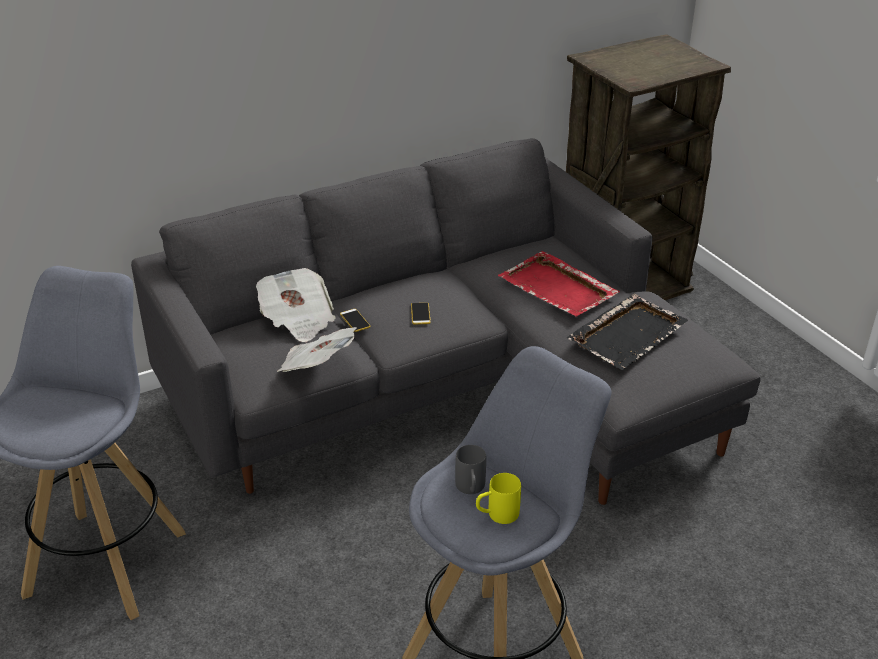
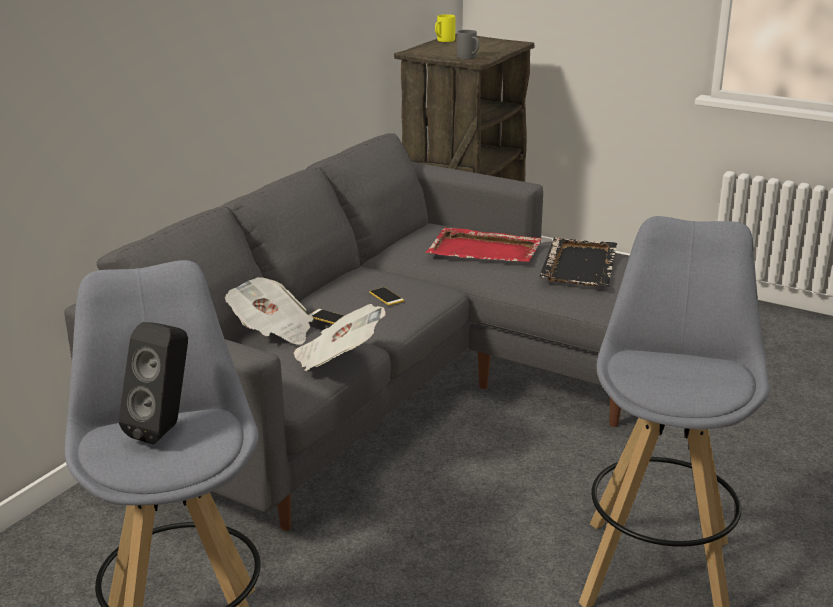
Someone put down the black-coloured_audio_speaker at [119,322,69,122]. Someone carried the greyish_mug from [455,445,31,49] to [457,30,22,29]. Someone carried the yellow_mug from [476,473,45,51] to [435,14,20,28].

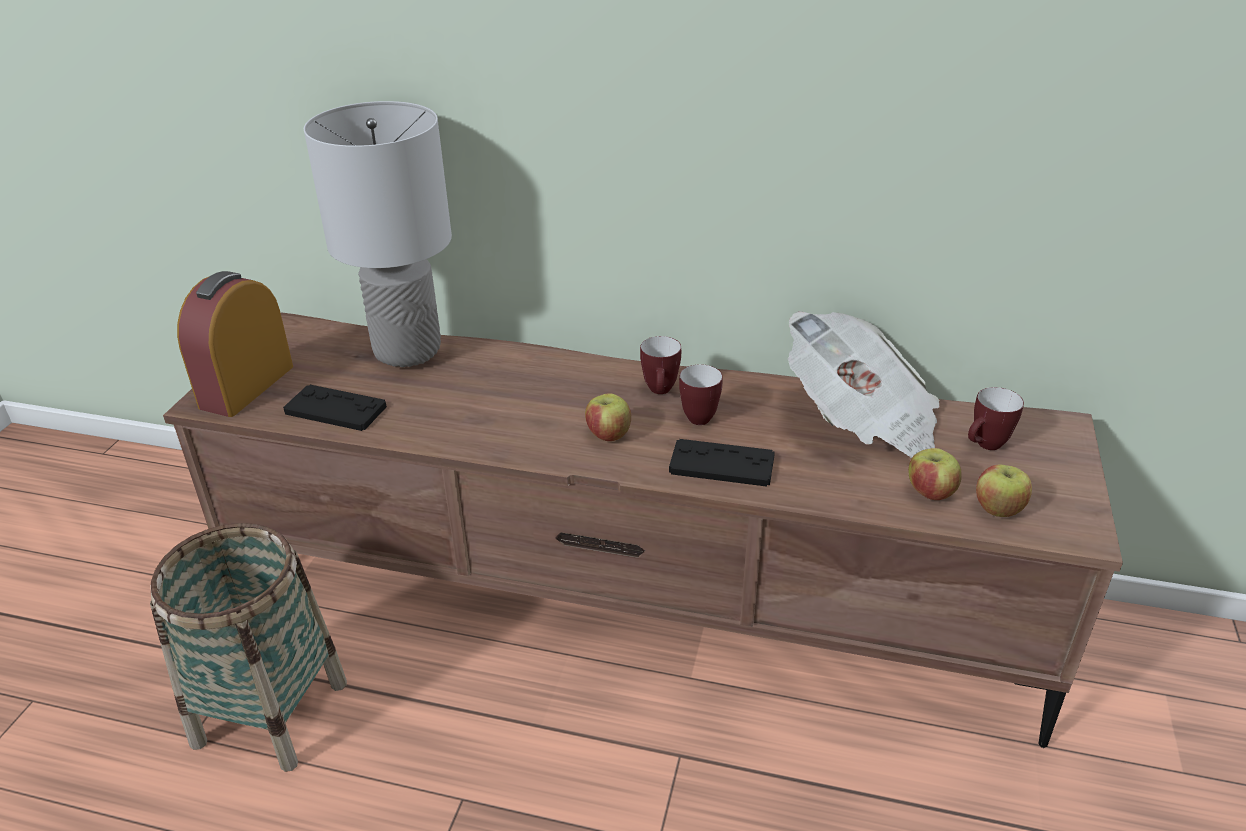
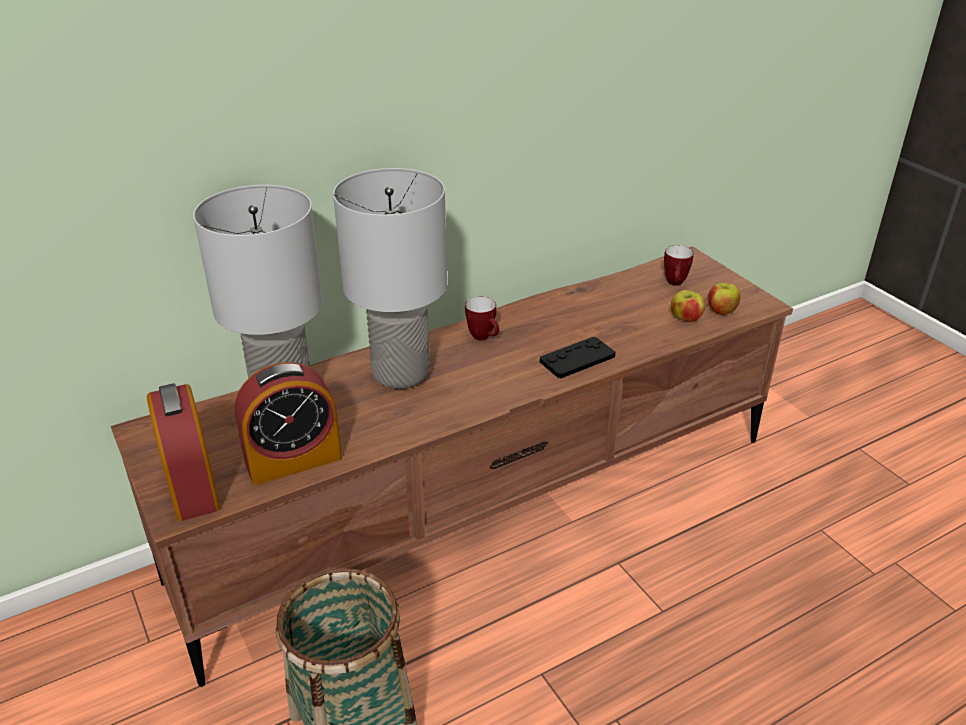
Someone took away the whole_apple at [585,393,46,48]. Someone took away the mug at [679,364,44,61]. Someone took away the printed_paper at [788,311,152,147]. Someone put down the greyish_lamp_for_a_table at [333,168,114,221]. Someone swapped the black-coloured_gamepad at [283,385,104,46] for the table_clock at [235,362,107,123].

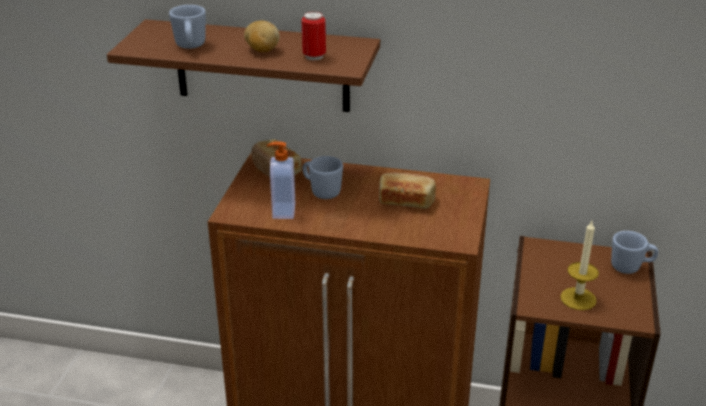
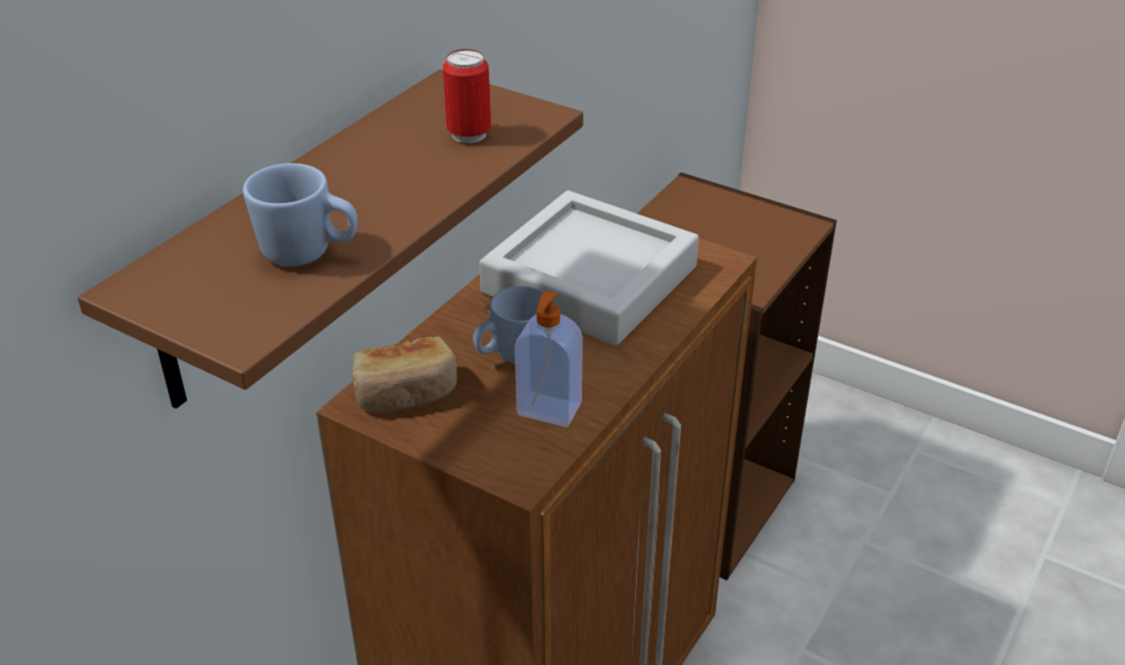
Someone took away the whole_potato at [244,21,35,31]. Someone took away the candle at [560,221,39,89]. Someone took away the bluish_mug at [611,231,47,43]. Someone swapped the bakery_bread at [379,173,57,36] for the greyish_tray at [479,191,220,155].

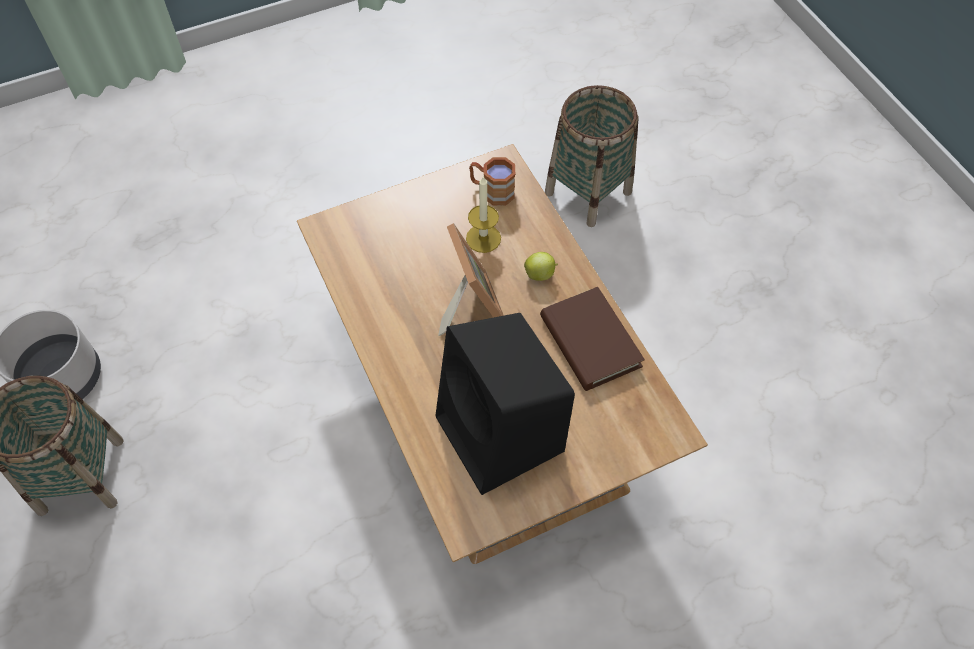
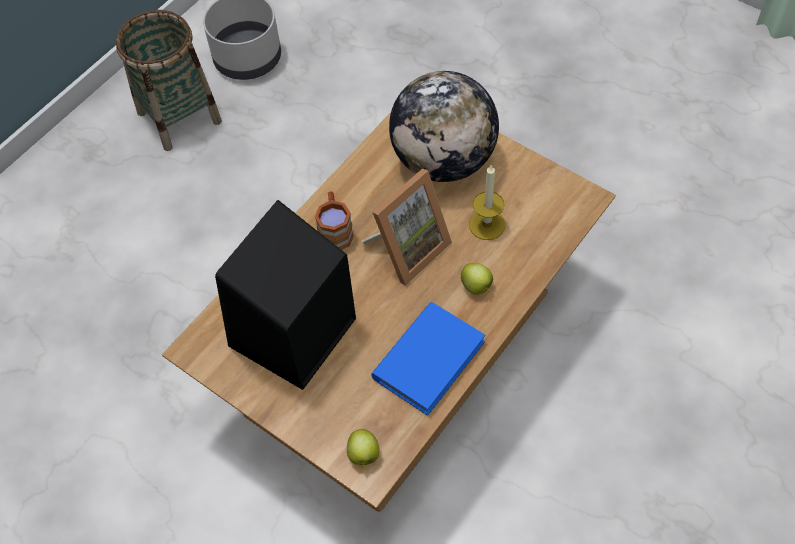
Someone took away the basket at [545,85,94,142]. Someone put down the whole_apple at [347,429,33,39]. Someone put down the desk_globe at [389,71,110,111]. Someone carried the brown-coloured_mug from [469,157,46,49] to [315,191,39,59]. Someone repainted the brown-coloured_volume at [540,287,105,104], which became the bluish_volume at [371,302,114,114].

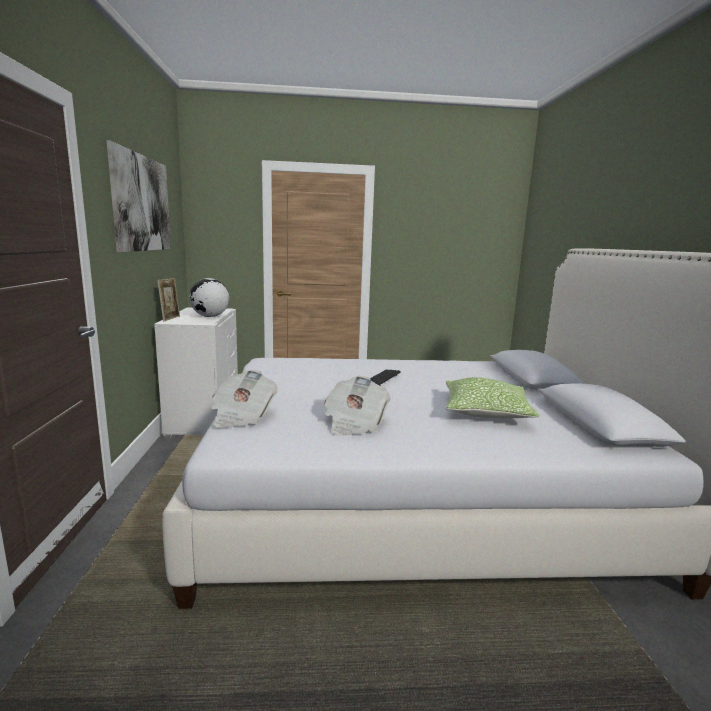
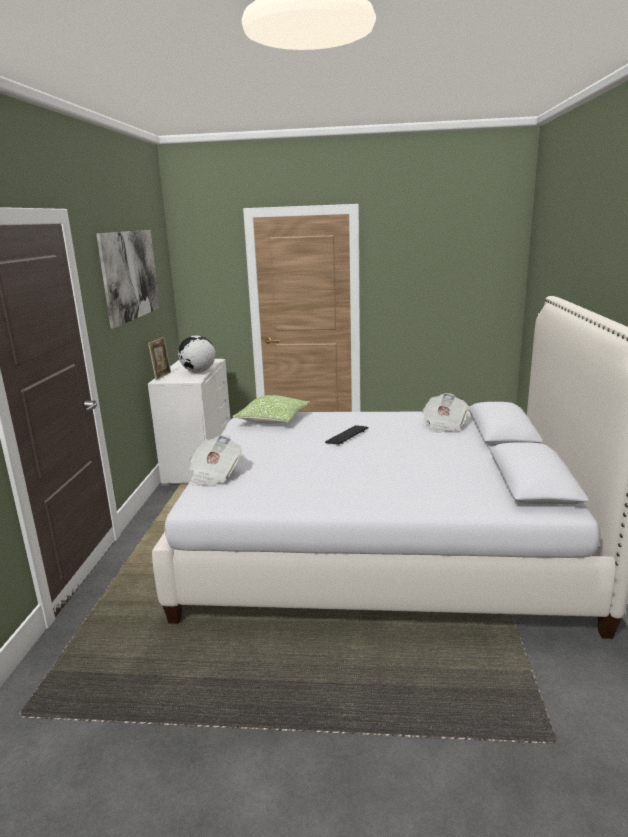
Someone carried the printed_paper from [324,376,67,60] to [422,393,47,40]. Someone carried the throw_pillow from [446,377,94,41] to [233,395,77,28].

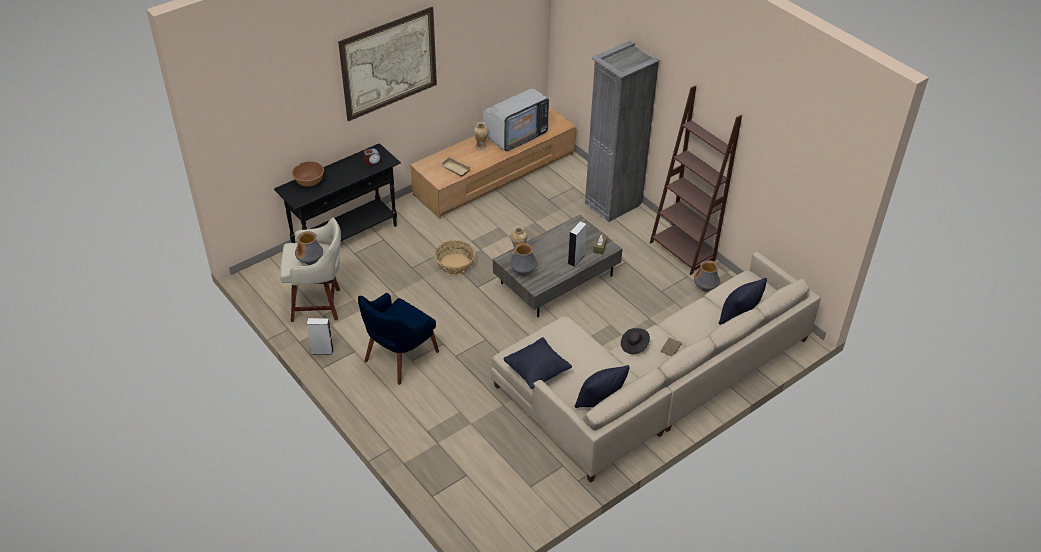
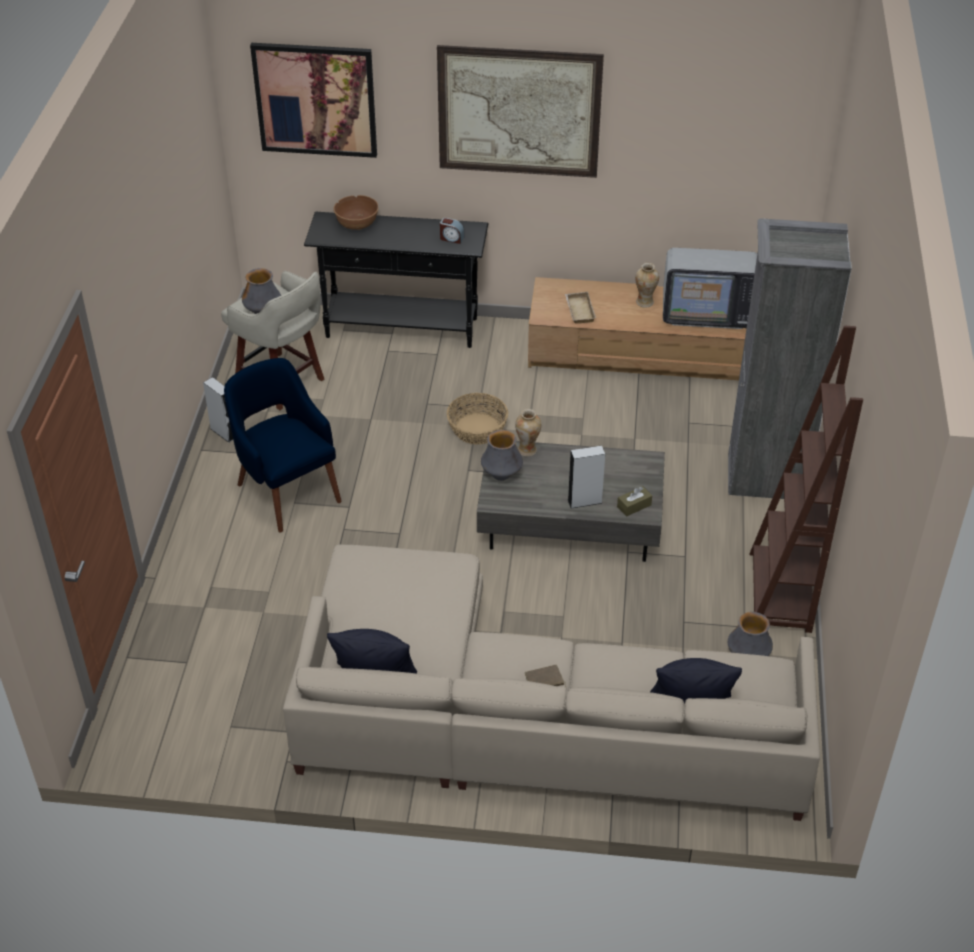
Someone took away the black-coloured_throw_pillow at [503,337,69,52]. Someone took away the black-coloured_hat at [621,328,29,26]. Someone put up the picture at [250,43,127,115]. Someone rotated the bluish_lounge_chair at [358,293,81,92] by 60 degrees clockwise.

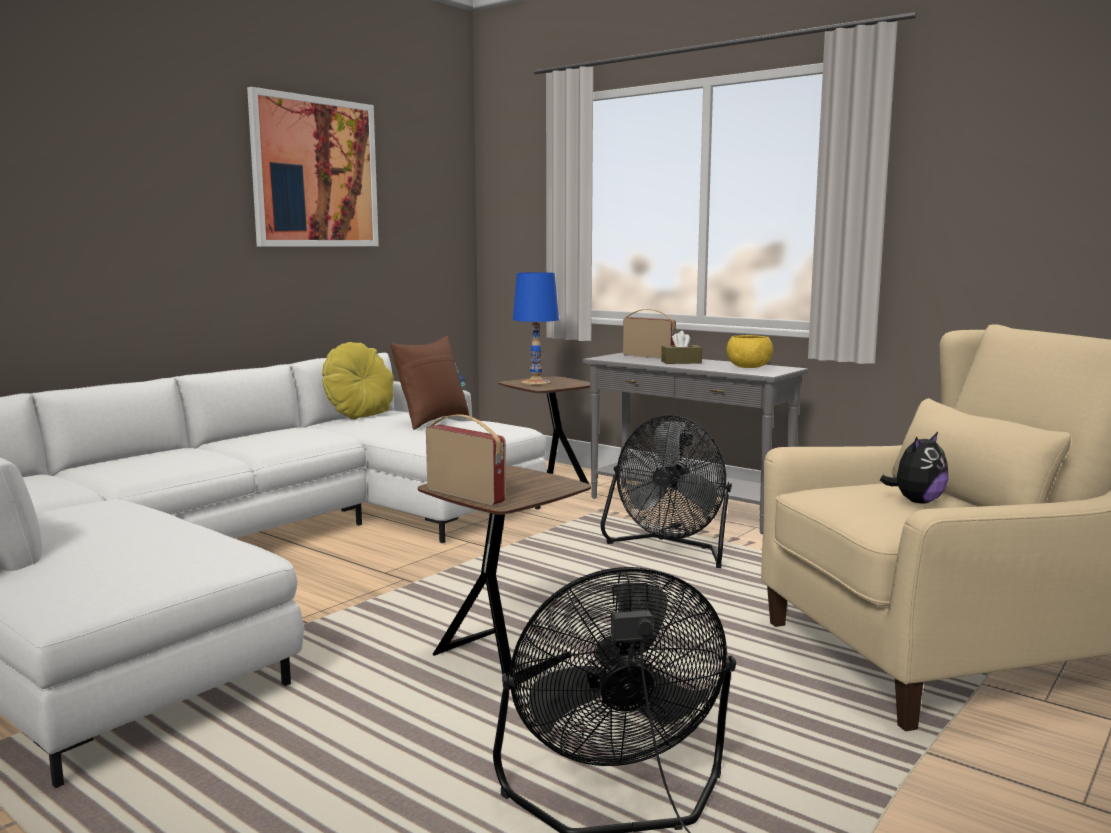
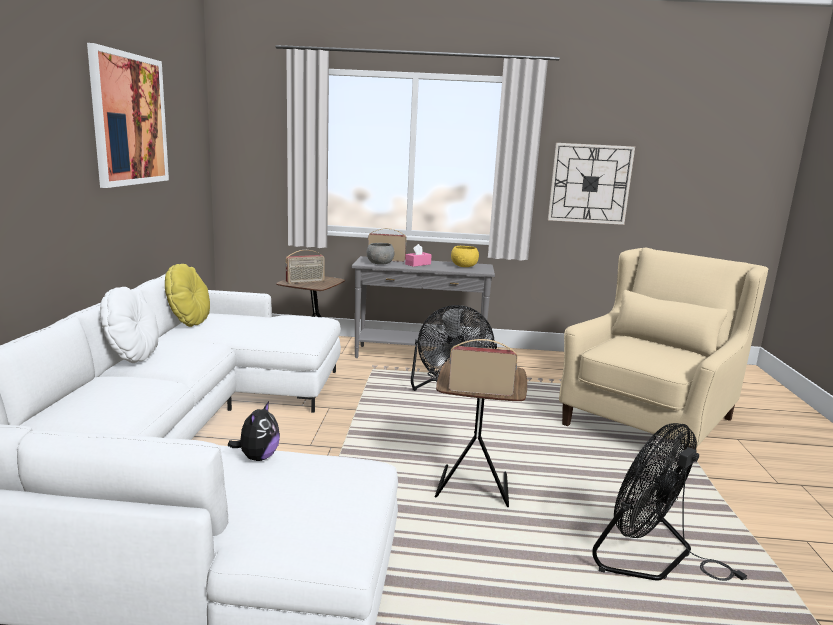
Someone took away the brown-coloured_throw_pillow at [390,336,79,94]. Someone put down the white_throw_pillow at [100,287,59,76]. Someone put down the greyish_bowl at [367,243,27,22]. Someone put up the clock_on_the_wall at [548,143,87,82]. Someone carried the soft_toy from [880,432,69,72] to [228,401,52,60]. Someone swapped the bluish_lamp_for_a_table at [513,272,46,113] for the radio at [285,250,40,34]. Someone repainted the brown-coloured_box_of_tissues at [661,331,41,33], which became the pink_box_of_tissues at [405,244,27,23].

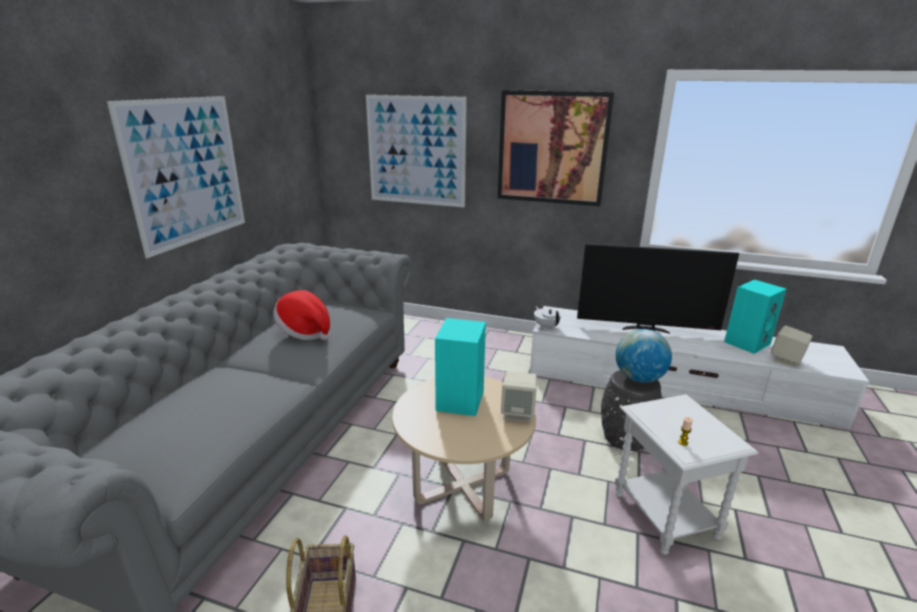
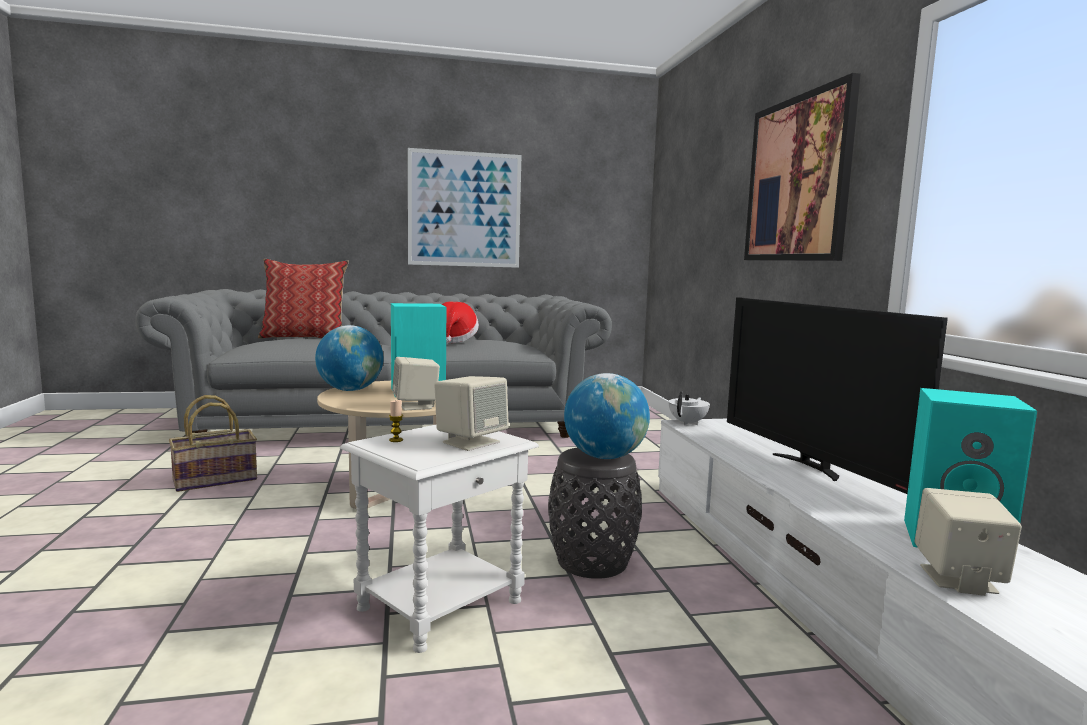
Someone took away the picture at [366,95,101,112]. Someone put down the throw_pillow at [258,259,91,80]. Someone put down the desk_globe at [315,325,69,66]. Someone put down the sand-coloured_audio_speaker at [434,376,75,75].

